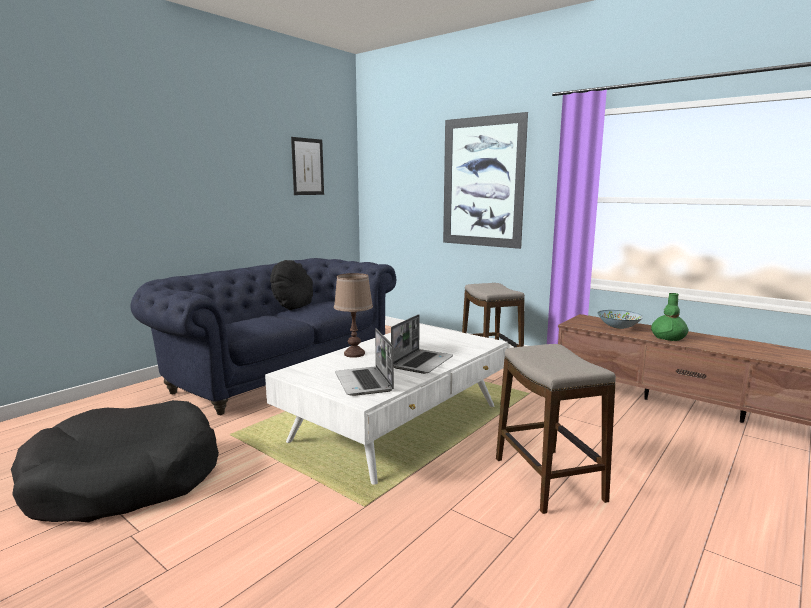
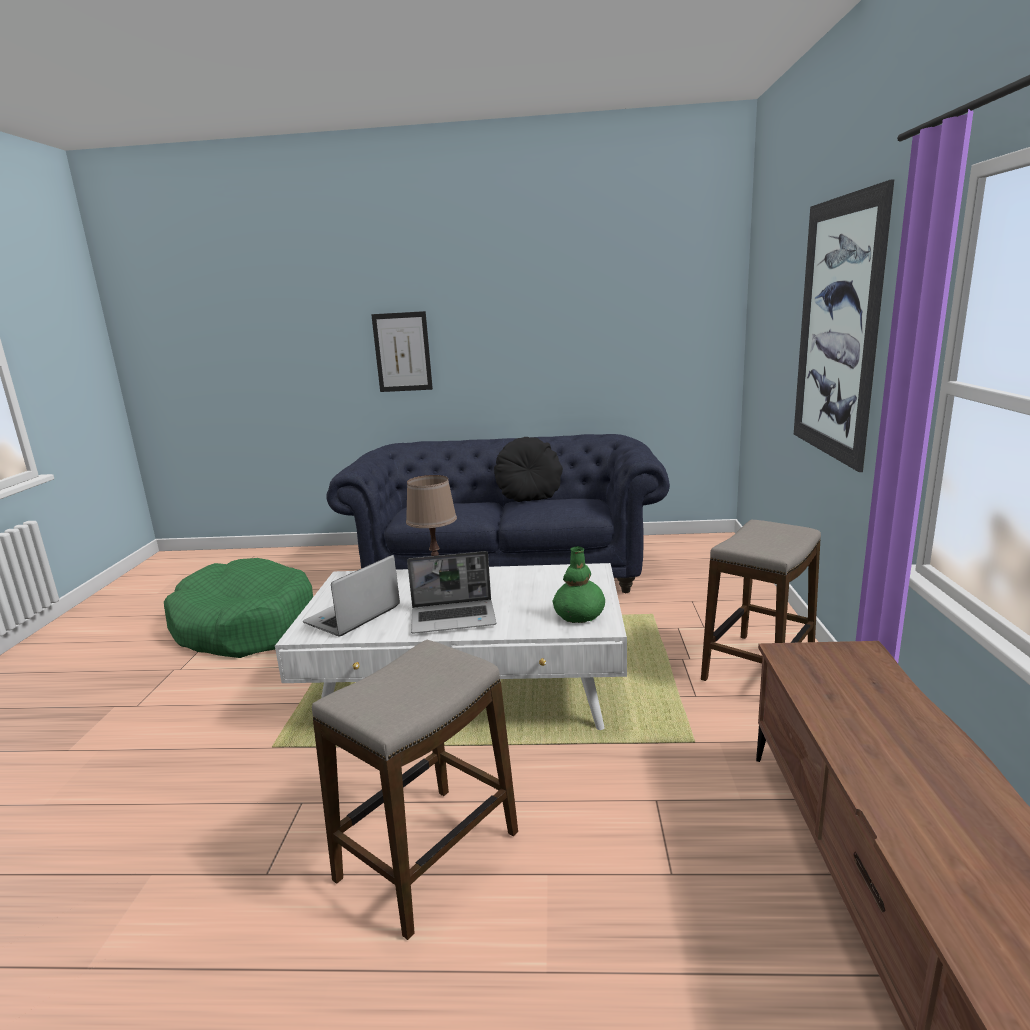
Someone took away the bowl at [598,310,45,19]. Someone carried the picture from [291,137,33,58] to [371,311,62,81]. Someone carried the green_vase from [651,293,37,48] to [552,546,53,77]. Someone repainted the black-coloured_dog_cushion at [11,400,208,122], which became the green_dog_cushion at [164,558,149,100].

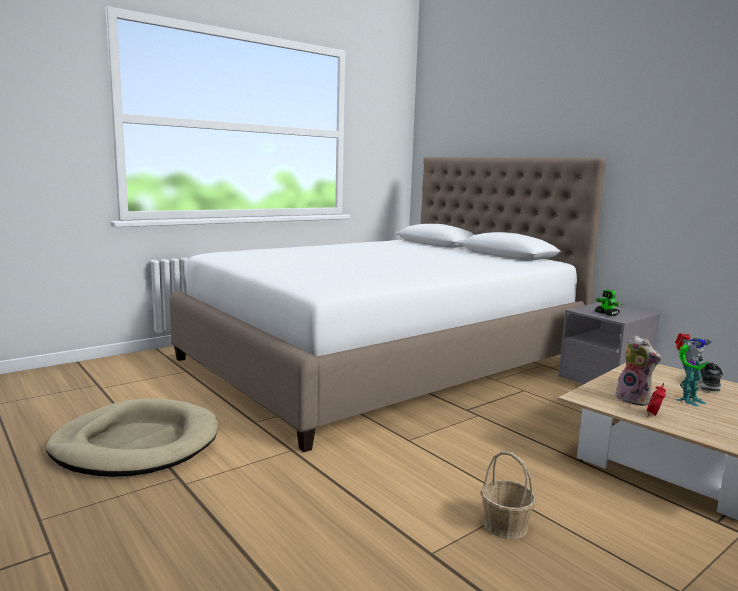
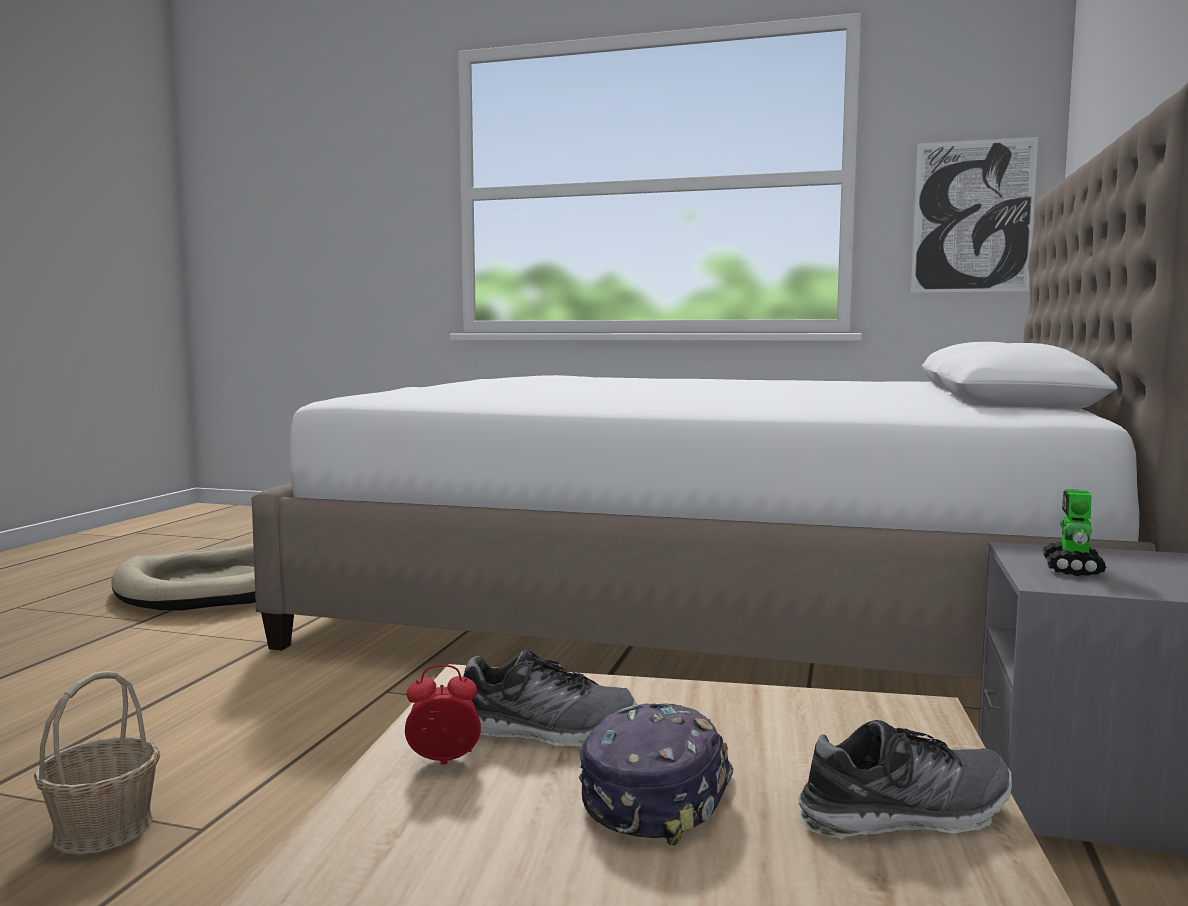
Someone put up the picture at [911,137,127,156]. Someone swapped the soft_toy at [616,335,45,71] for the shoe at [463,650,174,97]. Someone swapped the toy_robot at [675,333,36,73] for the baseball_cap at [579,703,154,143].

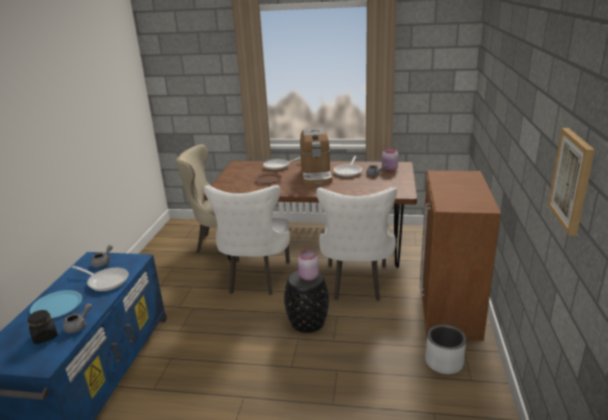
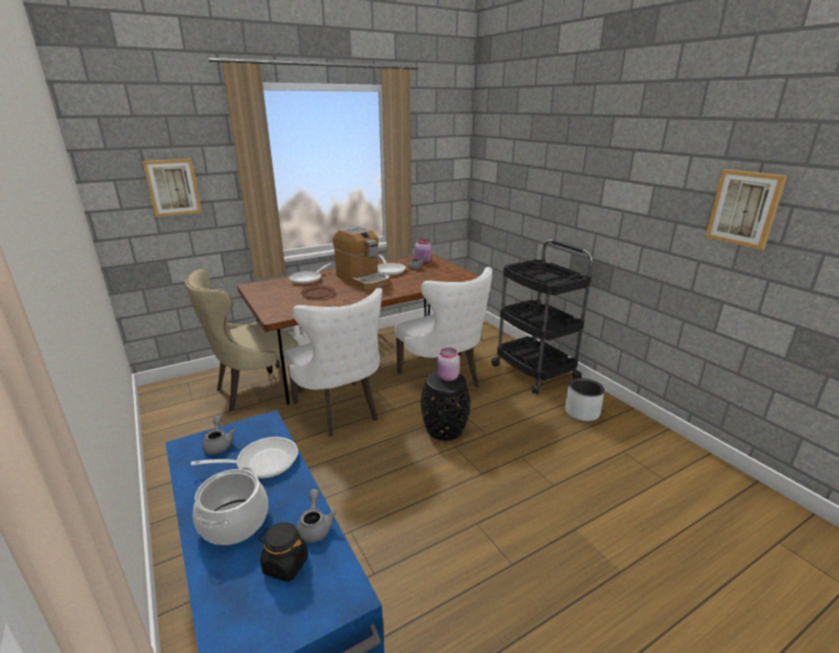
Someone put up the picture at [142,159,60,58]. Someone swapped the bluish_flat_dish at [30,290,52,28] for the stockpot at [193,467,75,78]. Someone swapped the brown-coloured_cupboard at [420,171,81,170] for the black-coloured_wheeled_cart at [491,239,102,155].

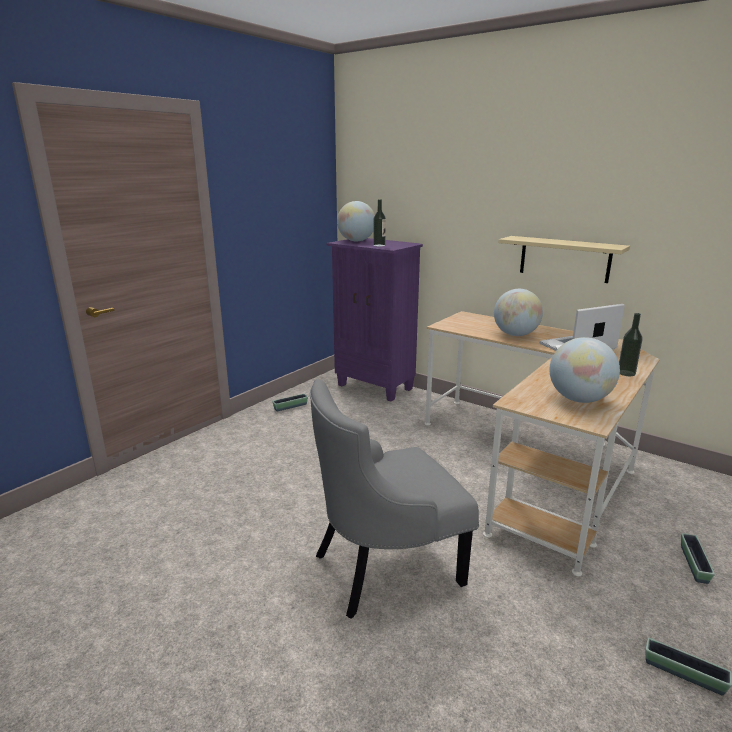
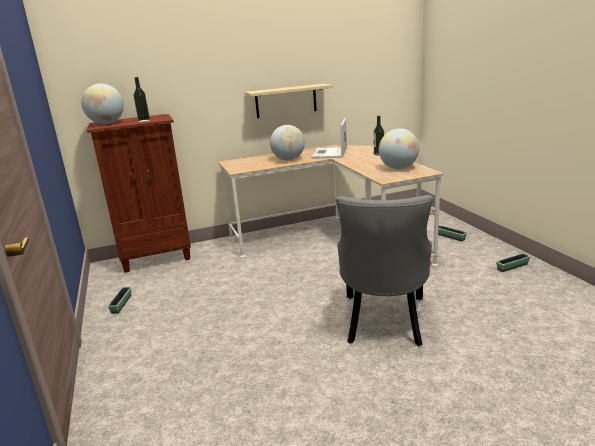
Someone repainted the purple_cupboard at [326,238,97,164], which became the brown-coloured_cupboard at [87,114,104,159].

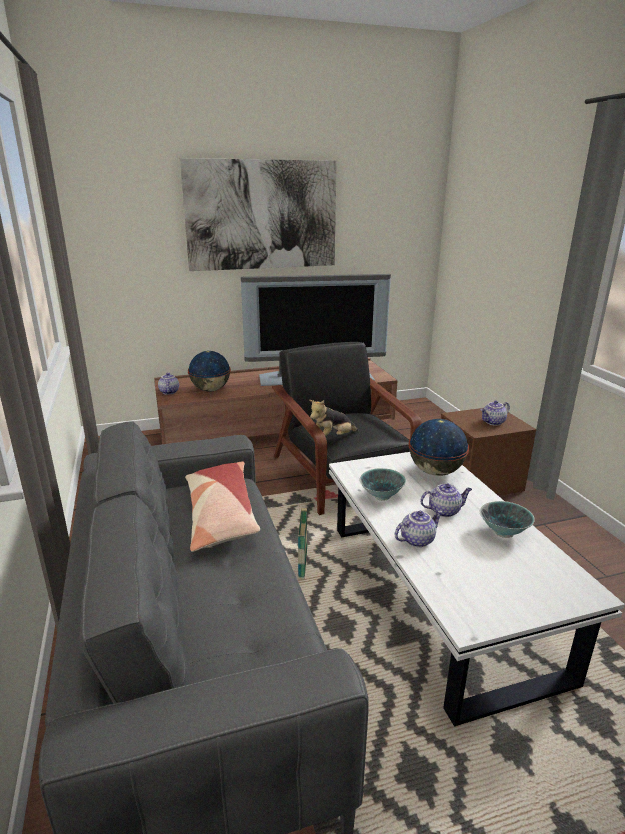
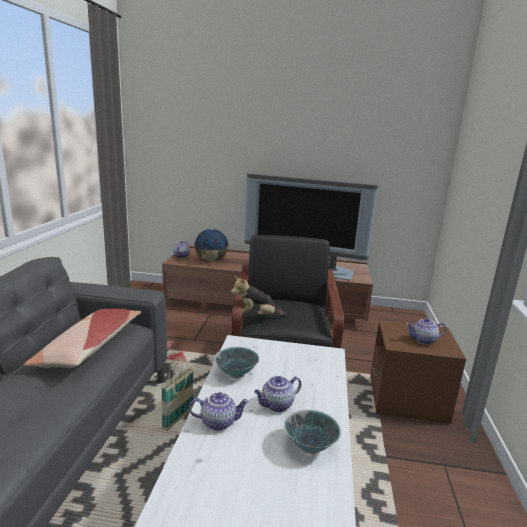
Someone took away the picture at [180,158,157,113]. Someone took away the desk_globe at [408,419,61,57]. Someone rotated the tea_pot at [420,483,52,34] by 135 degrees clockwise.

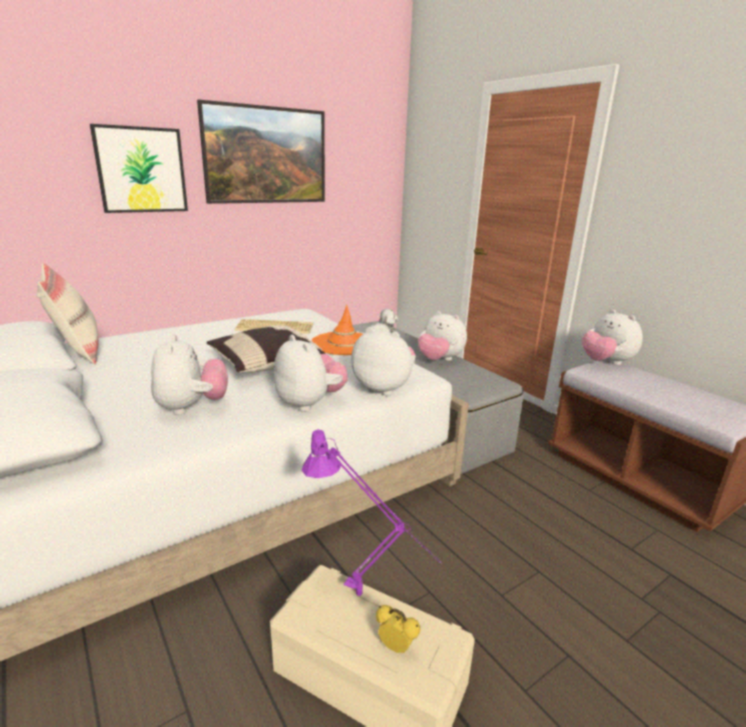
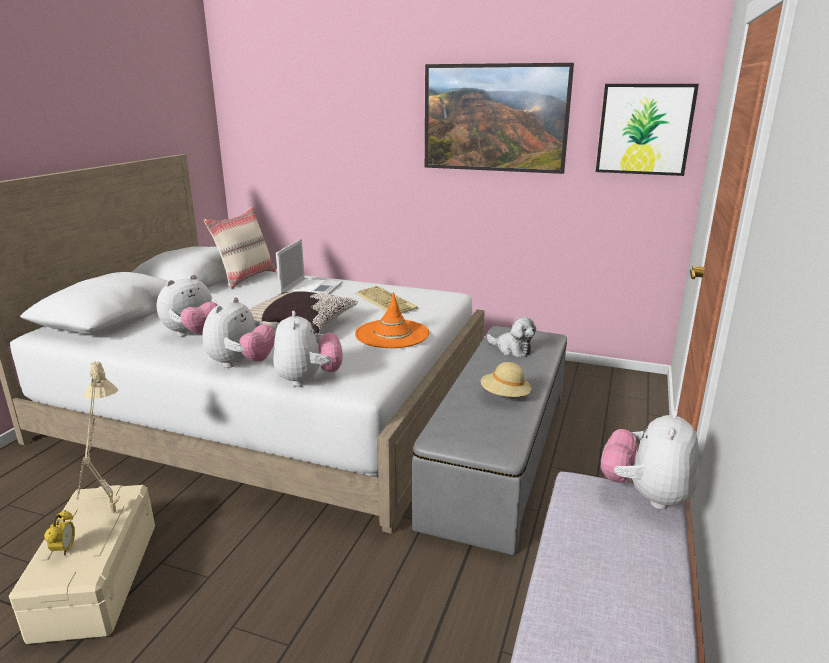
Someone put down the laptop at [276,239,67,55]. Someone carried the picture from [90,124,98,89] to [596,84,103,92]. Someone swapped the soft_toy at [418,311,49,50] for the sand-coloured_hat at [481,362,51,35]. Someone repainted the purple_lamp_for_a_table at [301,429,140,167], which became the sand-coloured_lamp_for_a_table at [76,361,44,152].

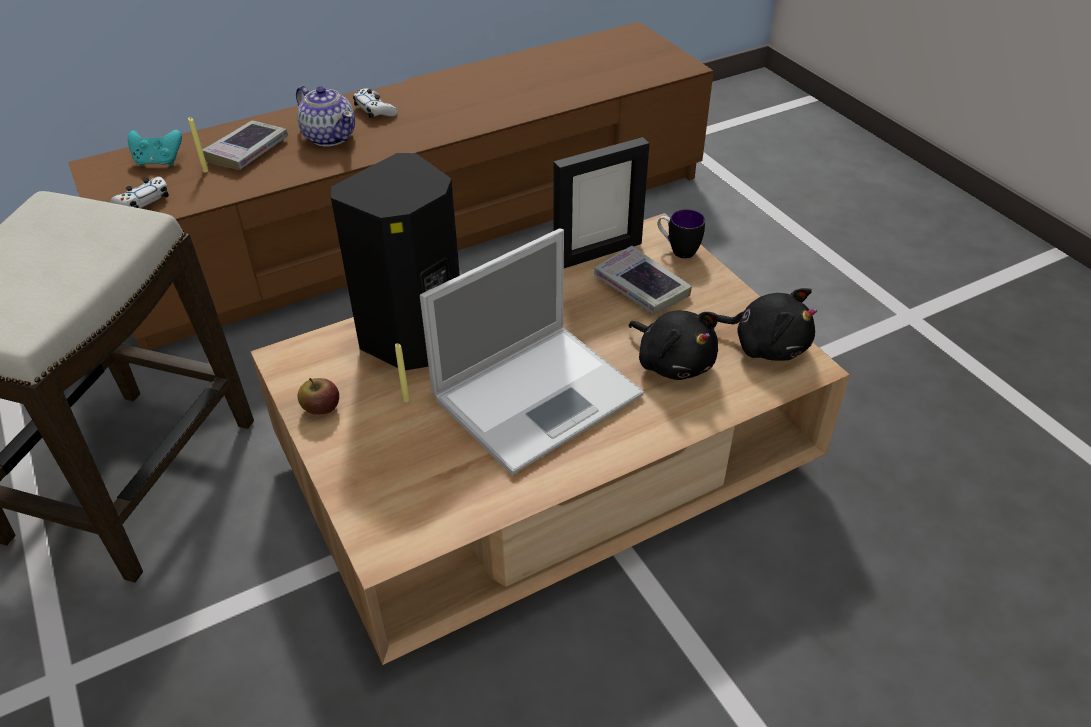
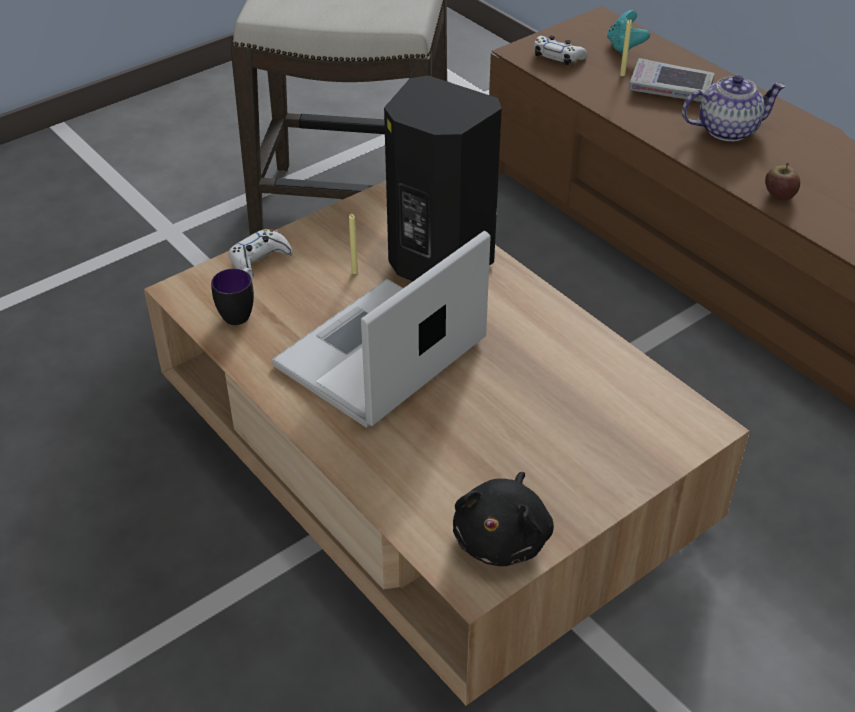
Someone took away the photo_frame at [554,137,96,131]. Someone took away the volume at [594,246,98,68]. Someone took away the black-coloured_soft_toy at [629,310,89,70]. Someone carried the whole_apple from [298,378,41,36] to [765,163,35,38]. Someone carried the white_gamepad from [353,88,45,30] to [229,229,64,47]. Someone carried the mug from [657,209,48,50] to [211,268,43,57]. Someone rotated the tea_pot at [296,86,59,61] by 135 degrees counterclockwise. Someone rotated the laptop at [420,228,224,247] by 90 degrees clockwise.

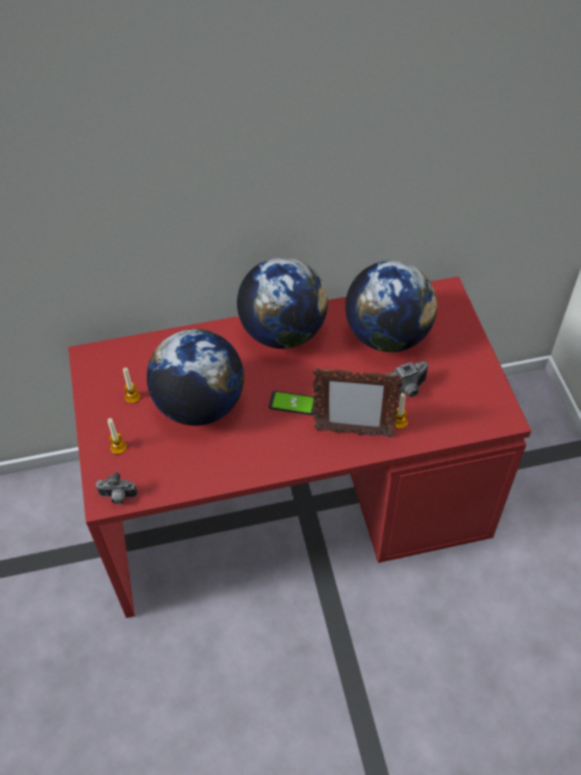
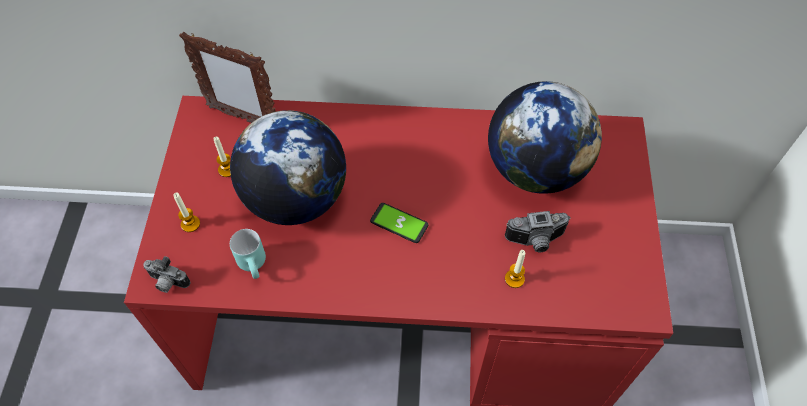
Someone took away the desk_globe at [237,257,91,92]. Someone put down the blue-green_mug at [230,229,36,50]. Someone carried the photo_frame from [312,368,91,69] to [179,32,97,91].

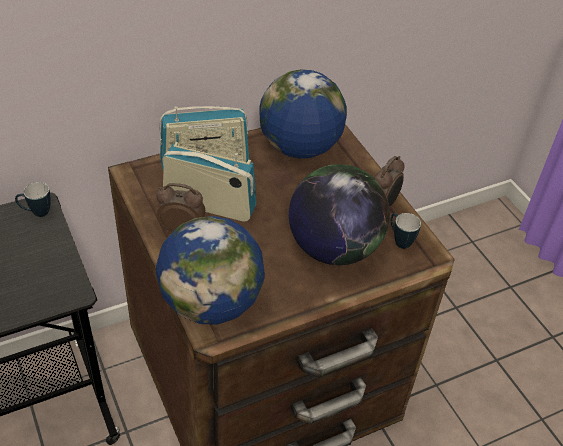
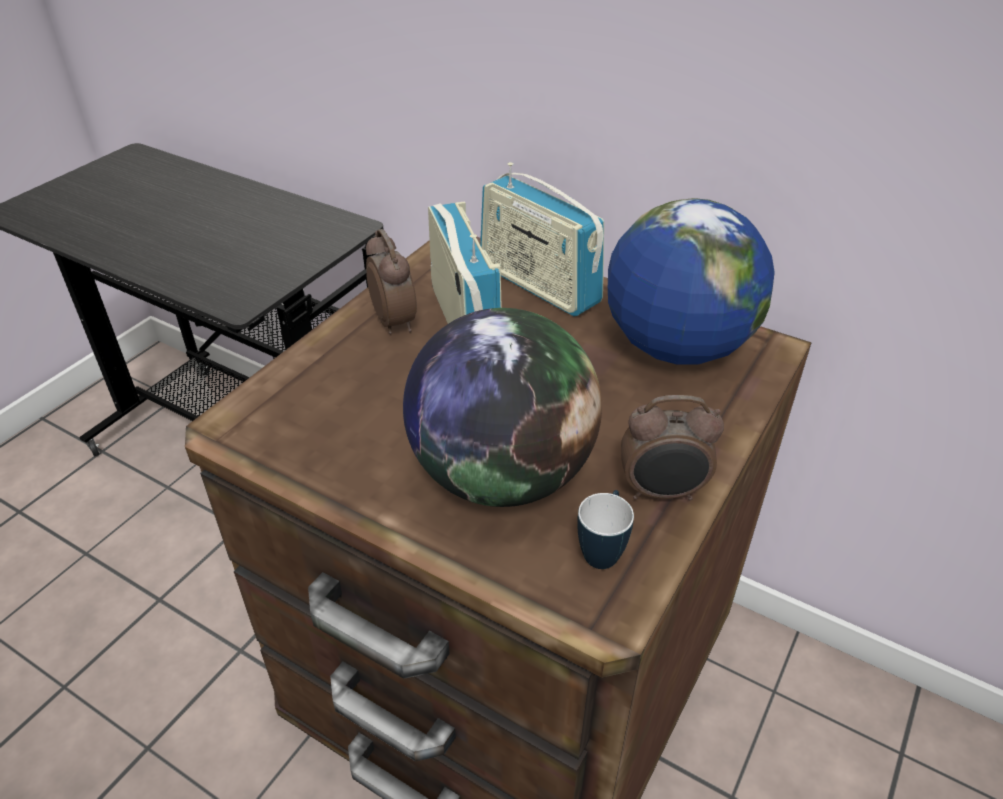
Someone took away the mug at [15,182,36,35]. Someone took away the desk_globe at [156,216,109,109].

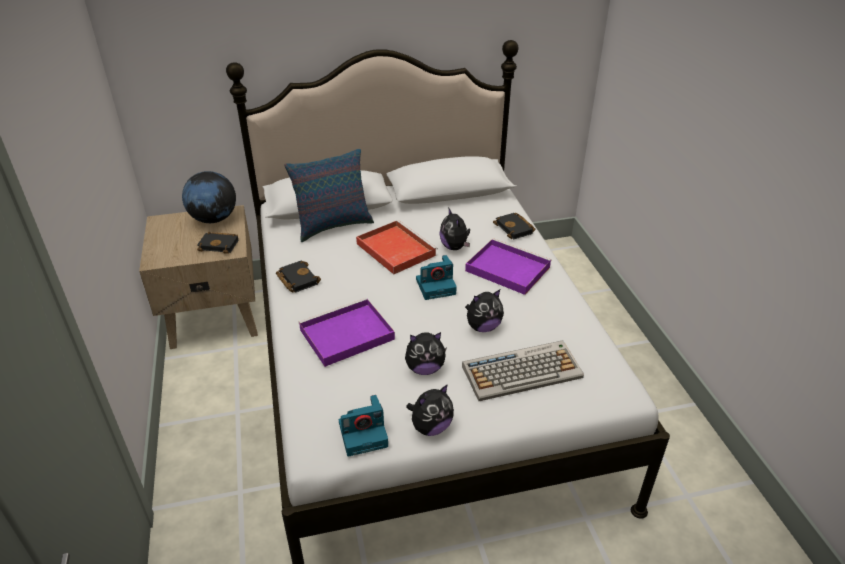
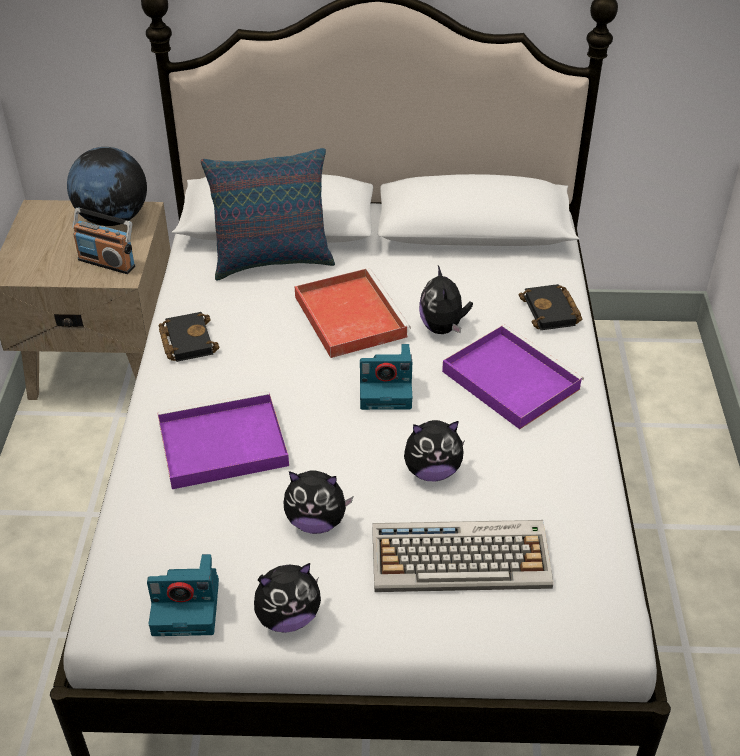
Someone swapped the black-coloured_volume at [197,232,42,22] for the radio at [72,208,63,66].

